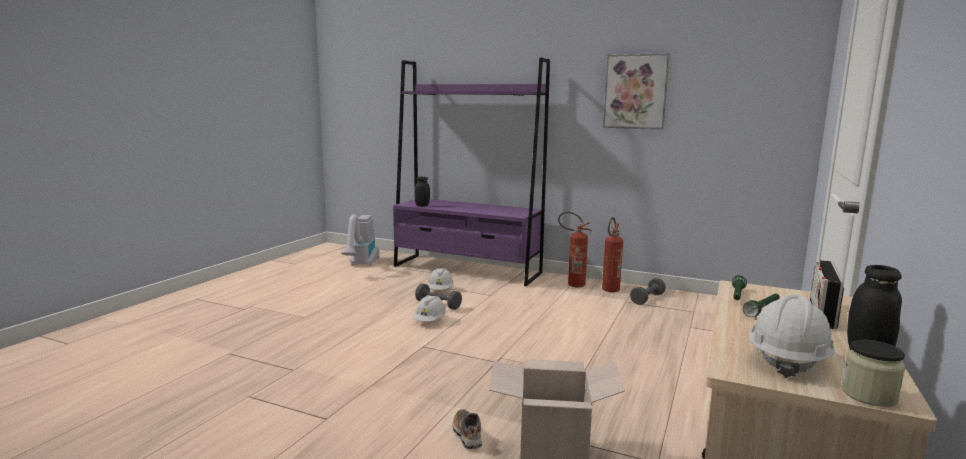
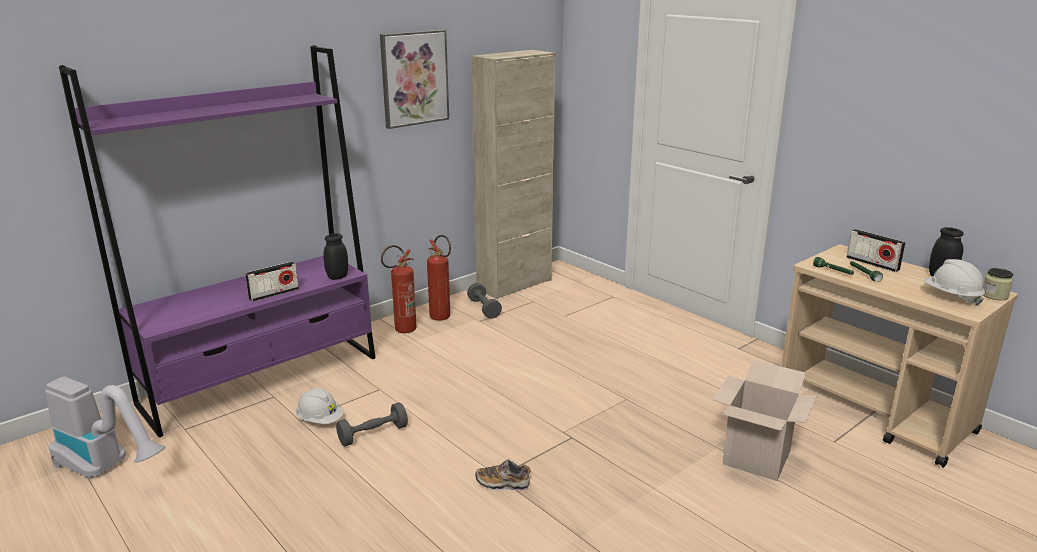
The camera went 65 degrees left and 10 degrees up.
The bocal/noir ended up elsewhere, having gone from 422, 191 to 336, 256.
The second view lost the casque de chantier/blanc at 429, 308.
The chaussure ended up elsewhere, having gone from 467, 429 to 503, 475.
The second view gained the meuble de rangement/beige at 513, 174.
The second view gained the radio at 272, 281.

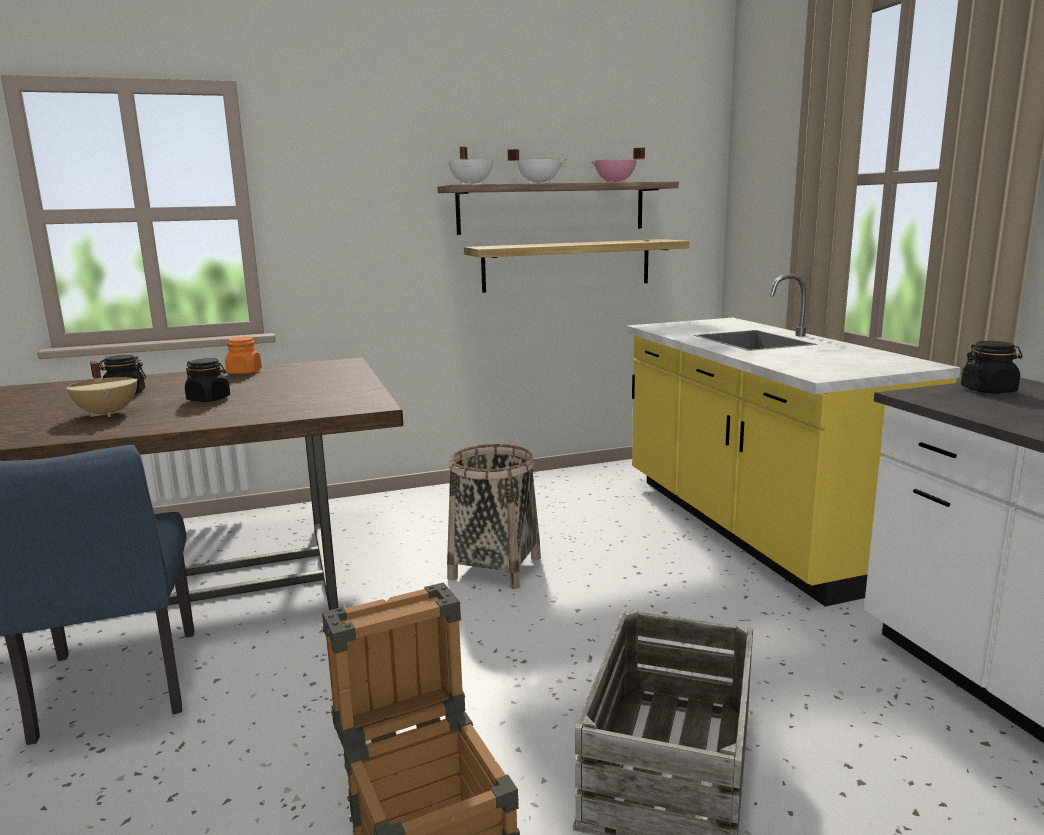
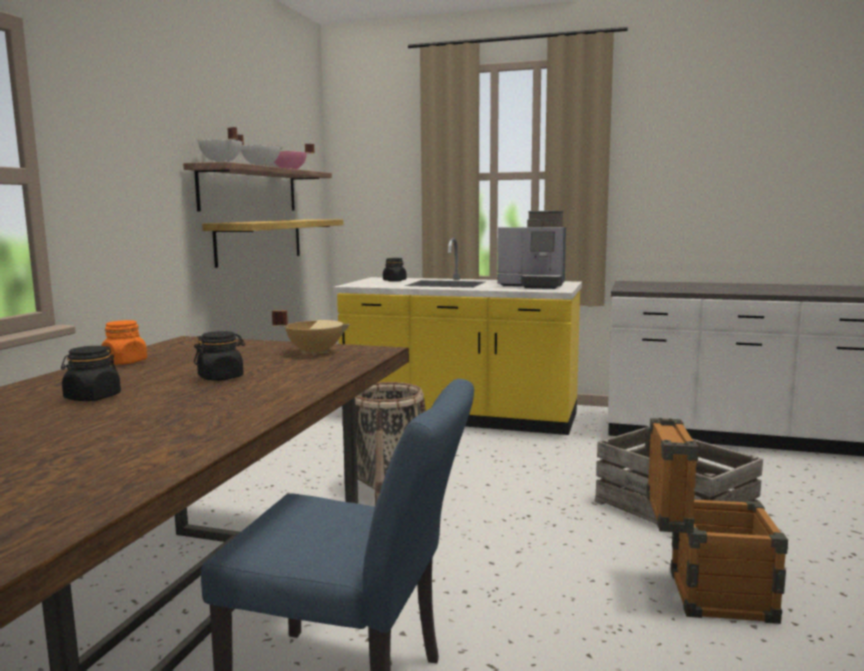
The camera went 55 degrees left and 5 degrees down.
The bocal/noir ended up elsewhere, having gone from 992, 367 to 395, 270.
The marmite/beige ended up elsewhere, having gone from 101, 389 to 311, 333.
The second view gained the machine à café at 532, 250.

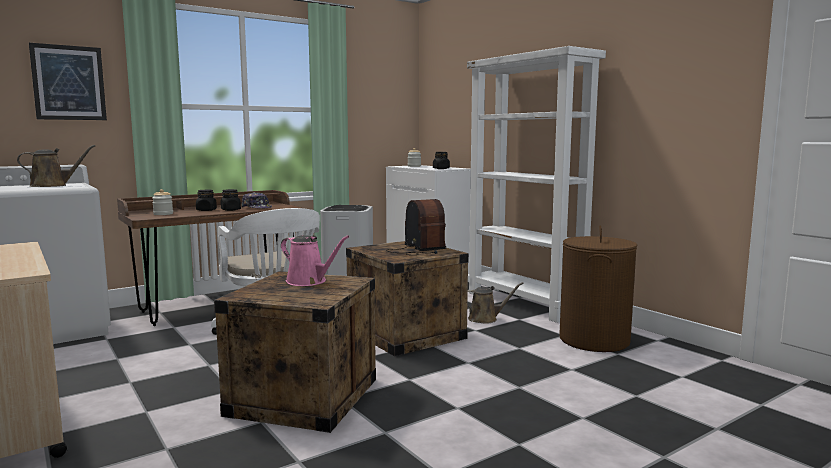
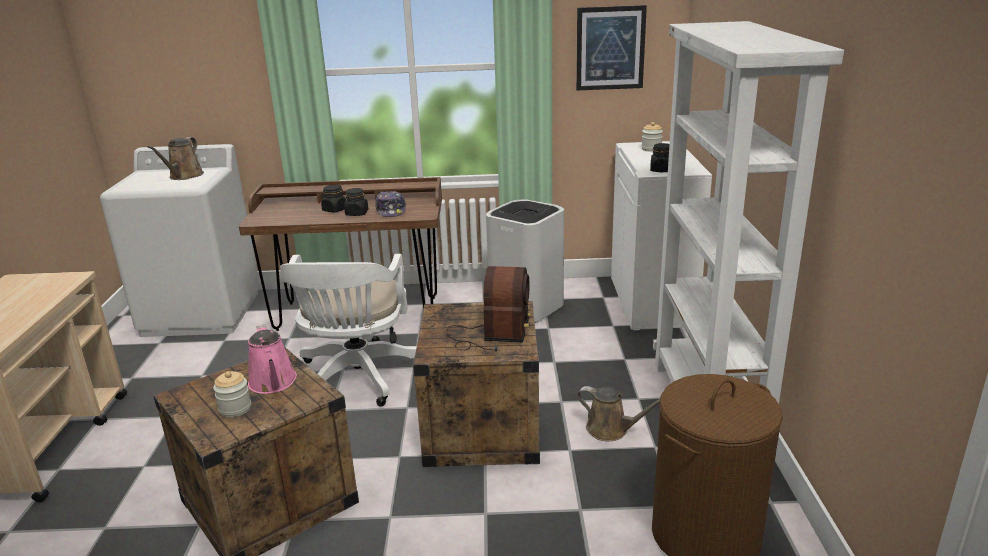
The camera went 35 degrees right and 15 degrees up.
The tableau ended up elsewhere, having gone from 68, 81 to 611, 47.
The arrosoir/marron at 56, 166 ended up facing another way, 90 degrees clockwise from before.
The bocal ended up elsewhere, having gone from 162, 202 to 232, 394.

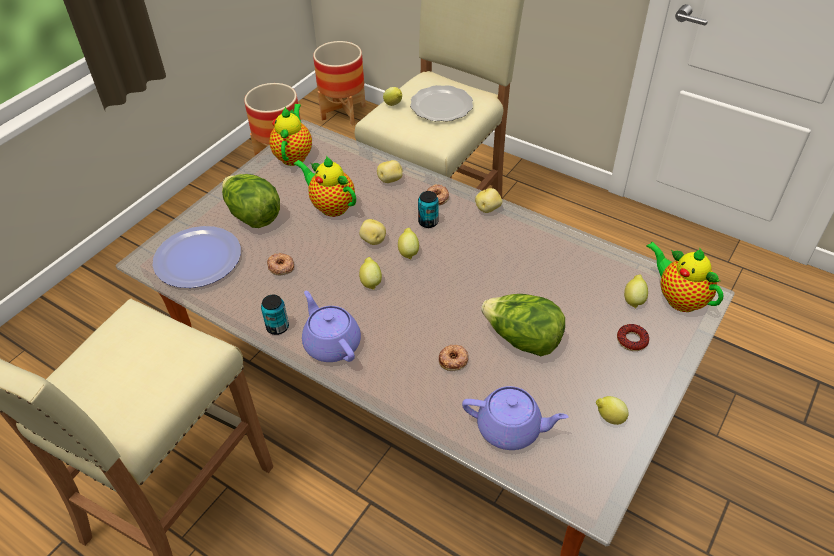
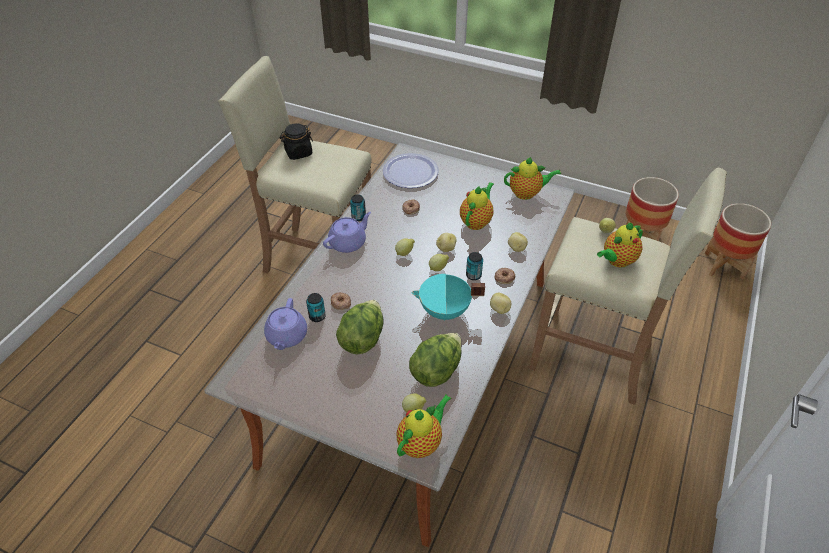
The camera went 80 degrees right and 0 degrees up.
Where the assiette stood at 441, 103, the théière came to stand at 620, 245.
The laitue ended up elsewhere, having gone from 251, 201 to 435, 360.
The second view lost the beignet at 633, 337.
The second view lost the citron at 612, 410.
The second view gained the bocal/noir at 296, 141.
The second view gained the marmite/turquoise at 448, 297.
The second view gained the boîte métallique at 316, 307.

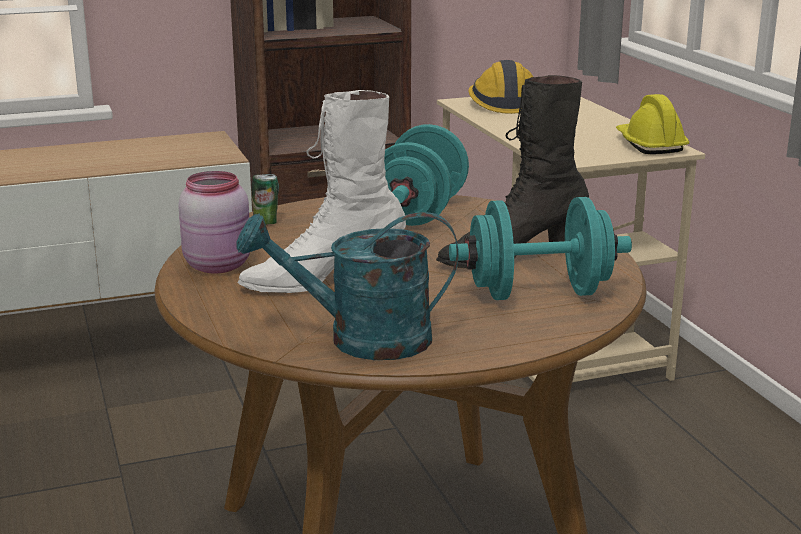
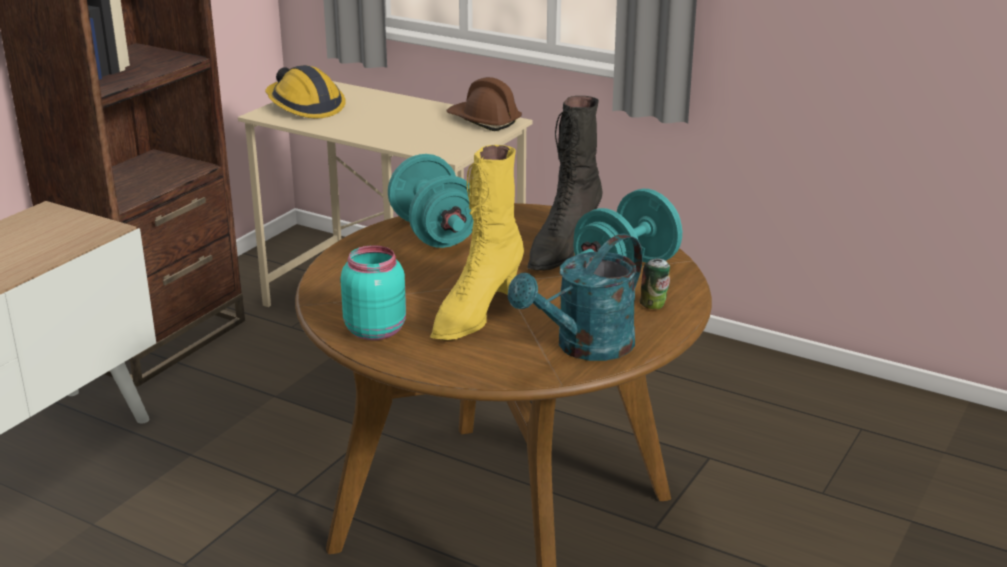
The camera went 40 degrees left and 5 degrees up.
What was the botte/blanc at 321, 191 turned into the botte/jaune at 477, 242.
What was the casque de chantier/jaune at 652, 124 turned into the casque de chantier/marron at 484, 104.
What was the bocal/rose at 214, 222 turned into the bocal/turquoise at 373, 292.
The boîte métallique ended up elsewhere, having gone from 265, 199 to 655, 283.

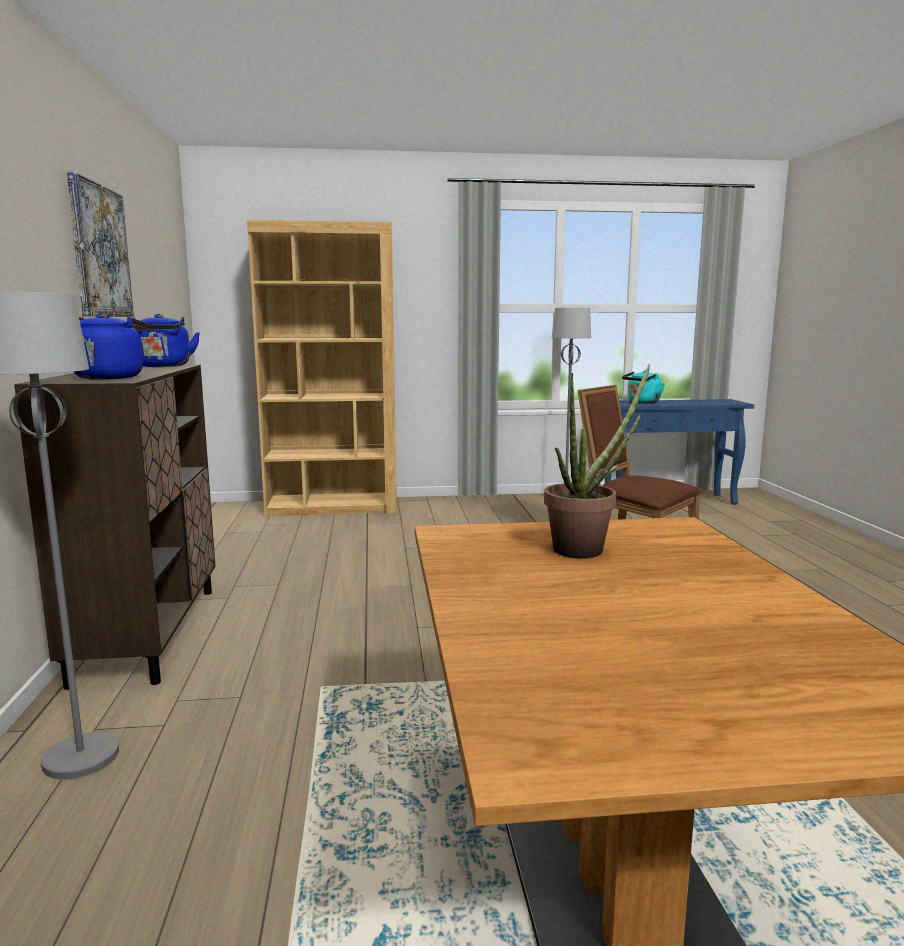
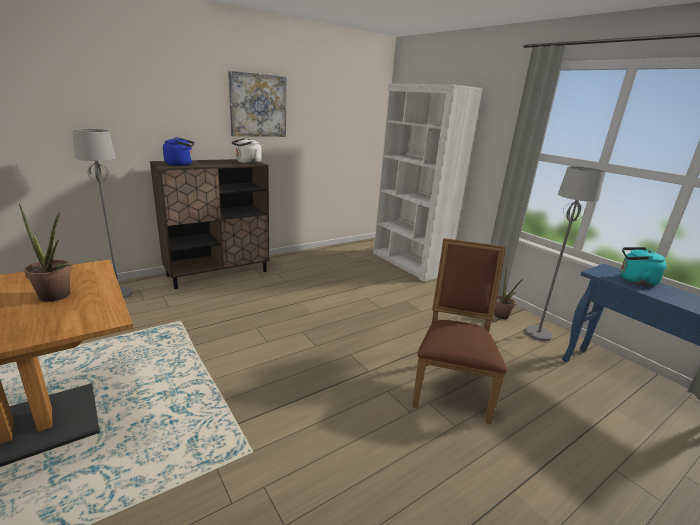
The camera went 60 degrees right and 10 degrees up.
What was the bibliothèque/marron at 322, 368 turned into the bibliothèque/blanc at 428, 182.
What was the bouilloire/bleu at 166, 340 turned into the bouilloire/blanc at 247, 151.
The second view gained the plante en pot at 508, 293.

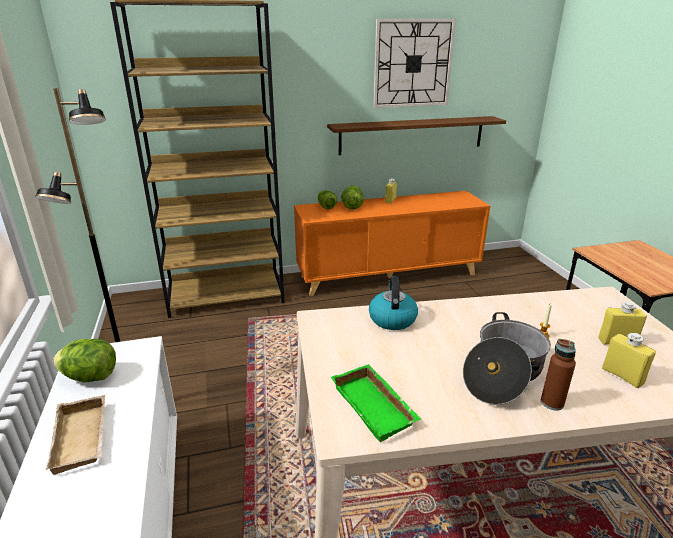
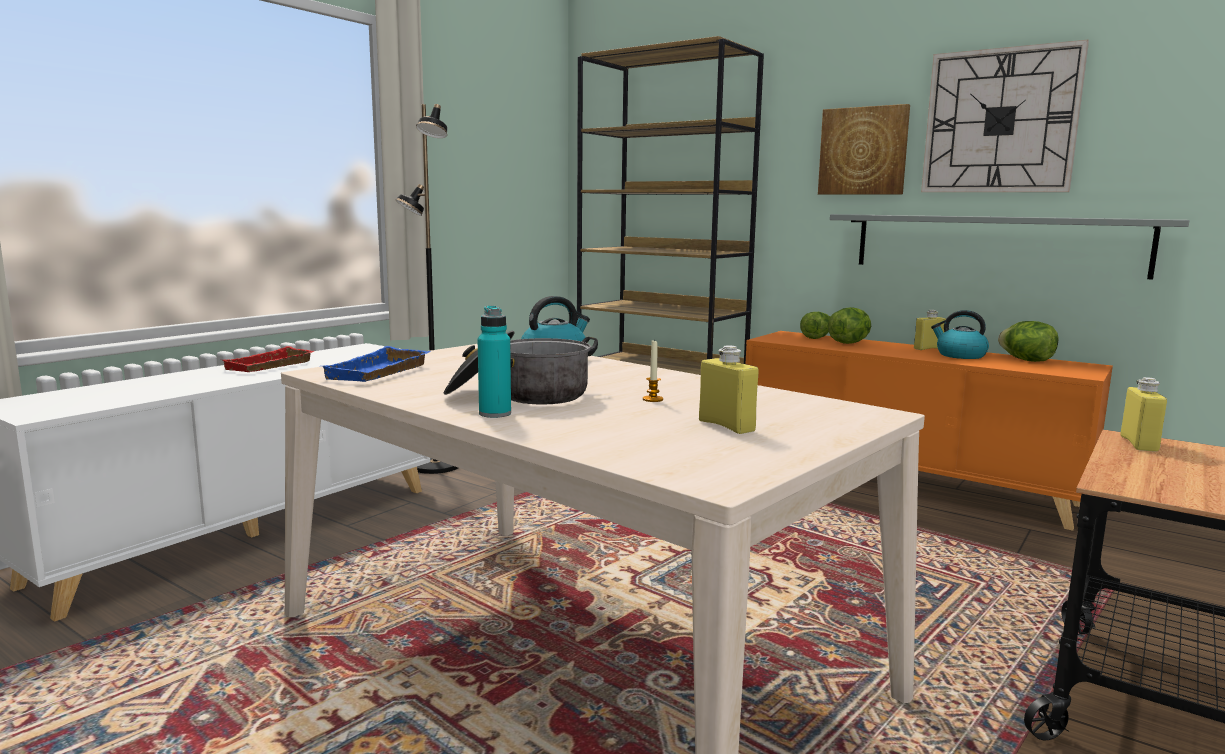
The camera went 50 degrees right and 15 degrees down.
What was the étagère/marron at 416, 135 turned into the étagère/gris at 1010, 247.
The bouteille/jaune ended up elsewhere, having gone from 629, 360 to 1143, 414.
The laitue ended up elsewhere, having gone from 84, 360 to 1028, 341.
What was the bouteille/marron at 558, 375 turned into the bouteille/turquoise at 494, 361.
What was the plateau/vert at 376, 403 turned into the plateau/bleu at 377, 364.
What was the plateau/beige at 75, 435 turned into the plateau/rouge at 268, 359.
The second view gained the tableau at 864, 149.
The second view gained the bouilloire at 960, 334.

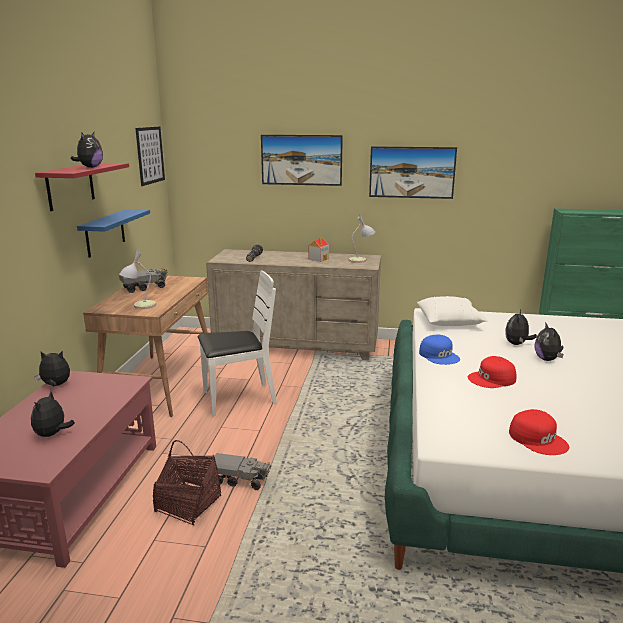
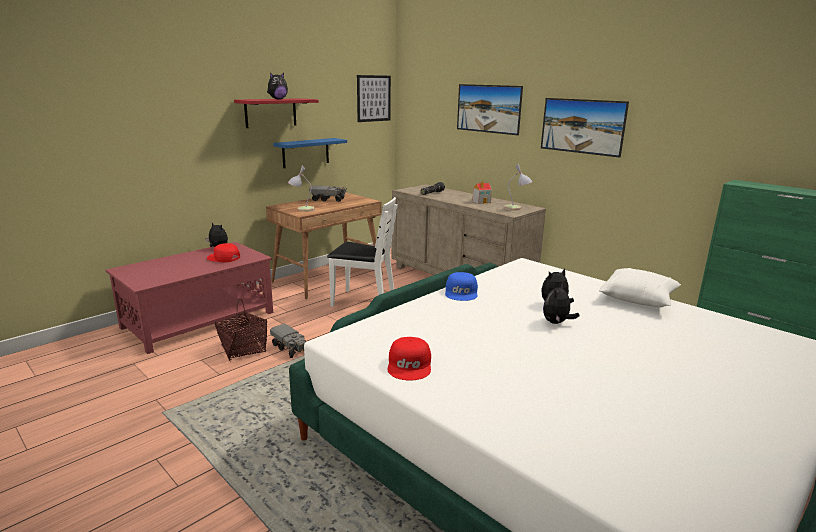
The camera went 35 degrees right and 0 degrees up.
The coussin/blanc ended up elsewhere, having gone from 452, 311 to 640, 287.
The casquette/rouge ended up elsewhere, having gone from 492, 372 to 223, 252.
The second view lost the peluche at 53, 413.

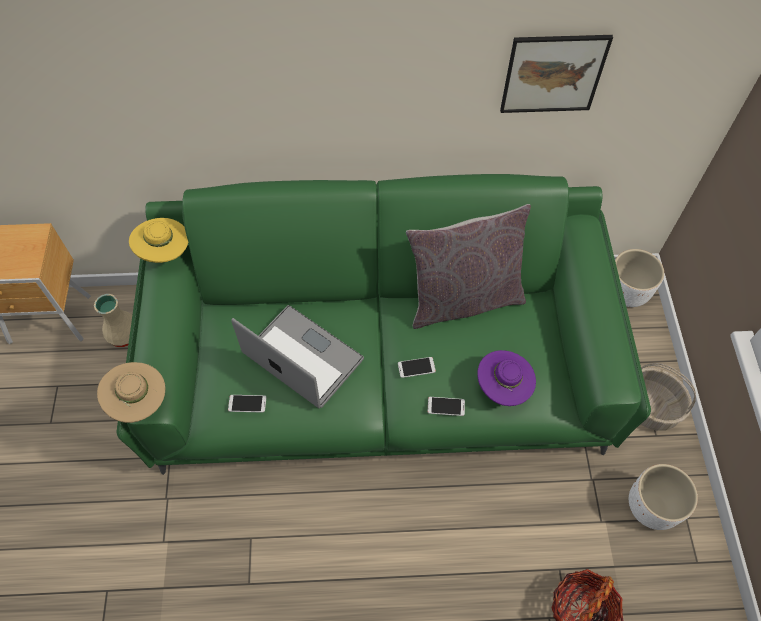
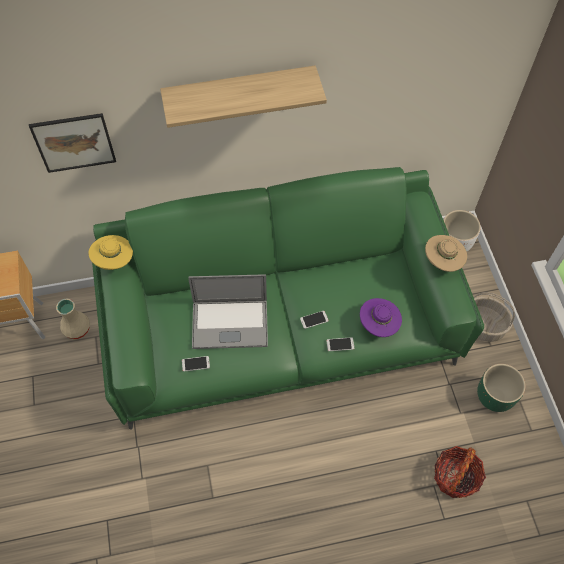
The camera went 10 degrees left and 0 degrees up.
The tableau ended up elsewhere, having gone from 556, 74 to 72, 143.
The second view lost the coussin/gris at 468, 266.
The ordinateur portable at 297, 356 ended up facing another way, 150 degrees clockwise from before.
The chapeau/beige ended up elsewhere, having gone from 131, 392 to 446, 253.
What was the cache-pot/blanc at 663, 497 turned into the cache-pot/vert at 501, 388.
The second view gained the étagère at 243, 97.

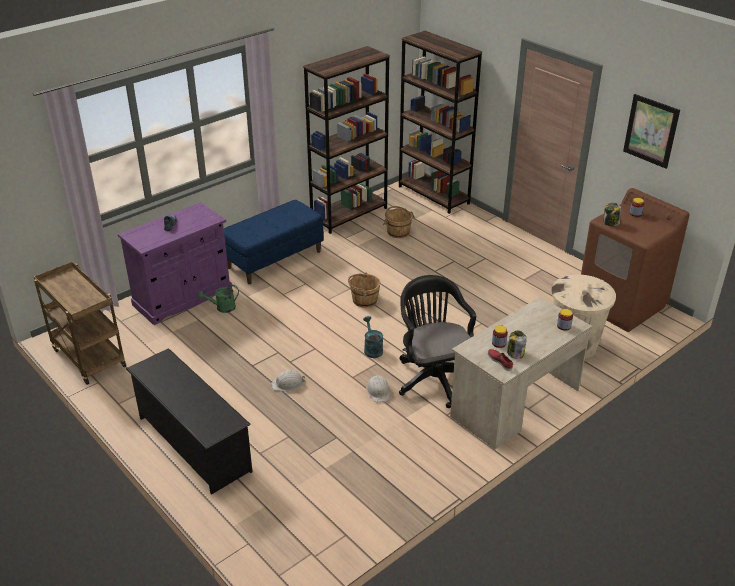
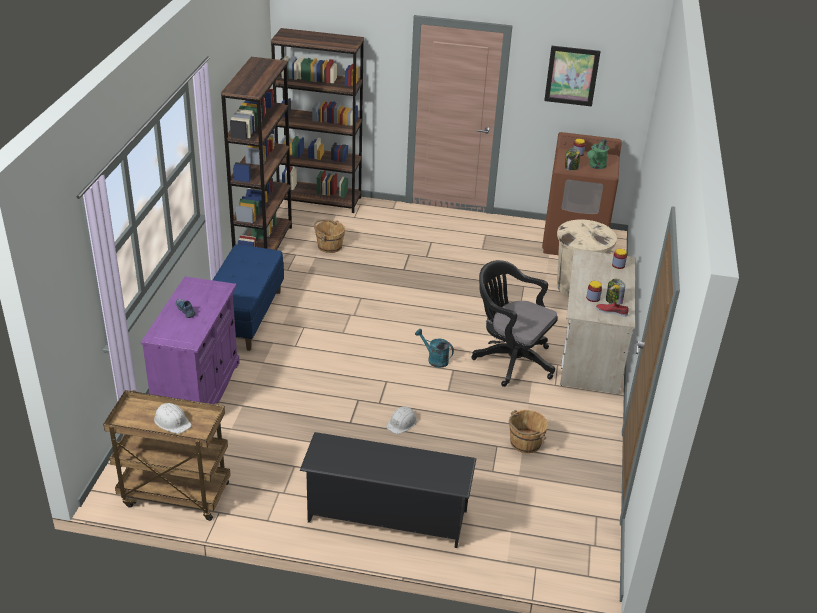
The camera went 40 degrees left and 0 degrees up.
The seau/marron ended up elsewhere, having gone from 364, 290 to 528, 431.
The arrosoir/vert ended up elsewhere, having gone from 218, 299 to 598, 154.
The casque de chantier/blanc ended up elsewhere, having gone from 378, 389 to 172, 418.

